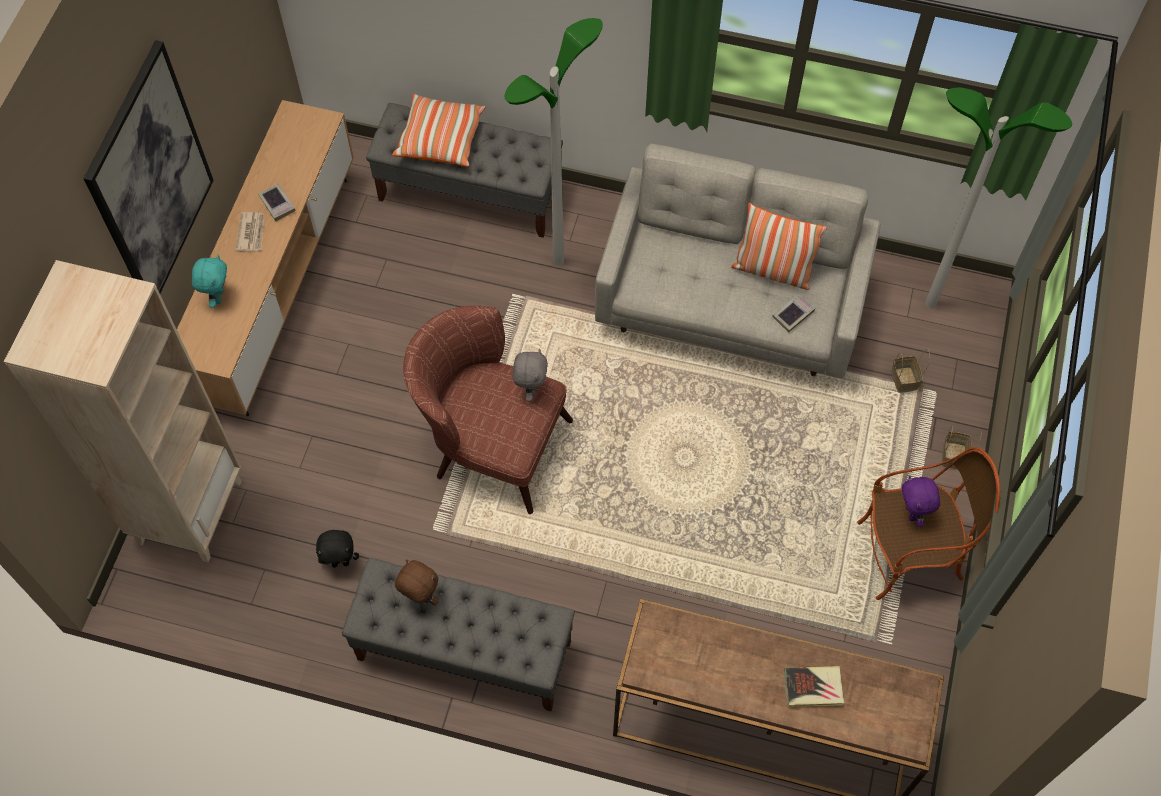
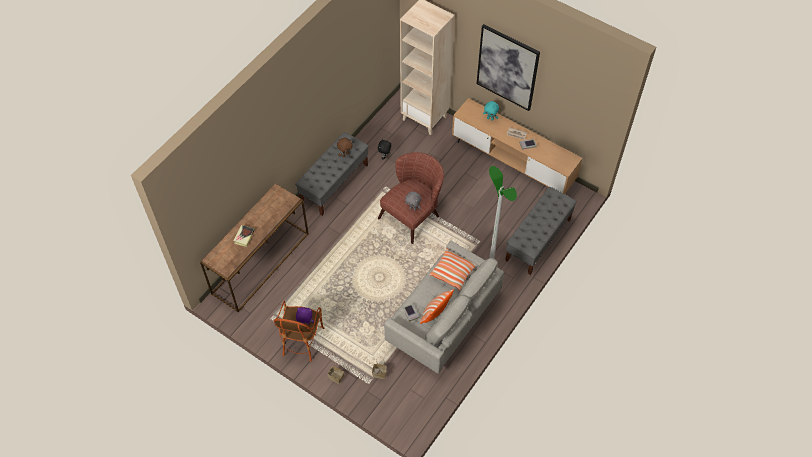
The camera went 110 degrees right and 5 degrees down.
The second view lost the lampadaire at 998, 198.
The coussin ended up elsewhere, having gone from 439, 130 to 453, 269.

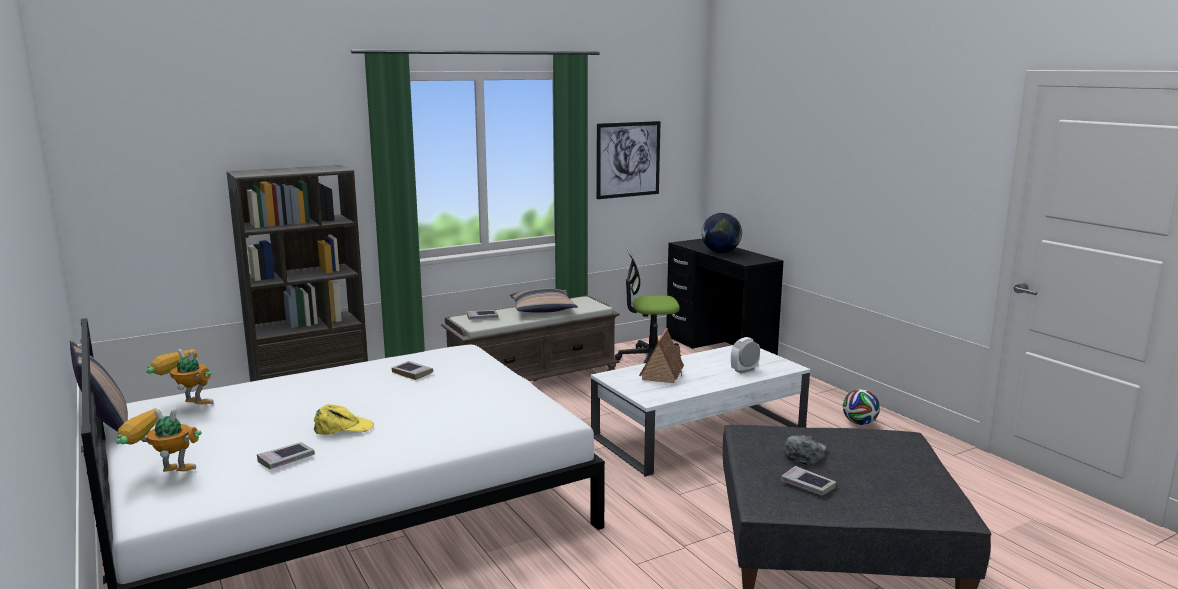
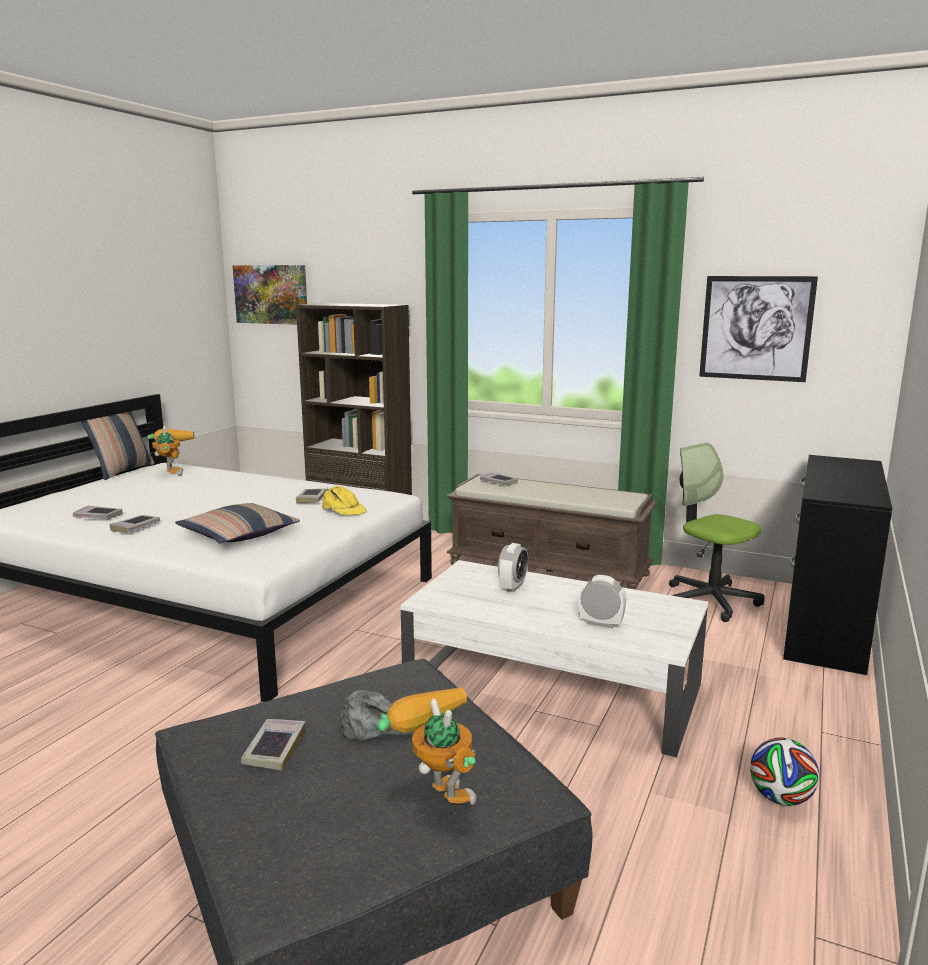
The camera went 55 degrees right and 0 degrees up.
The second view lost the globe at 721, 233.
The coussin ended up elsewhere, having gone from 543, 300 to 237, 523.
Where the maison miniature stood at 661, 355, the réveil came to stand at 513, 567.
The casquette/jaune ended up elsewhere, having gone from 344, 419 to 344, 500.
The robot jouet ended up elsewhere, having gone from 159, 440 to 427, 746.
The second view gained the tableau at 270, 295.
The second view gained the livre at 134, 524.

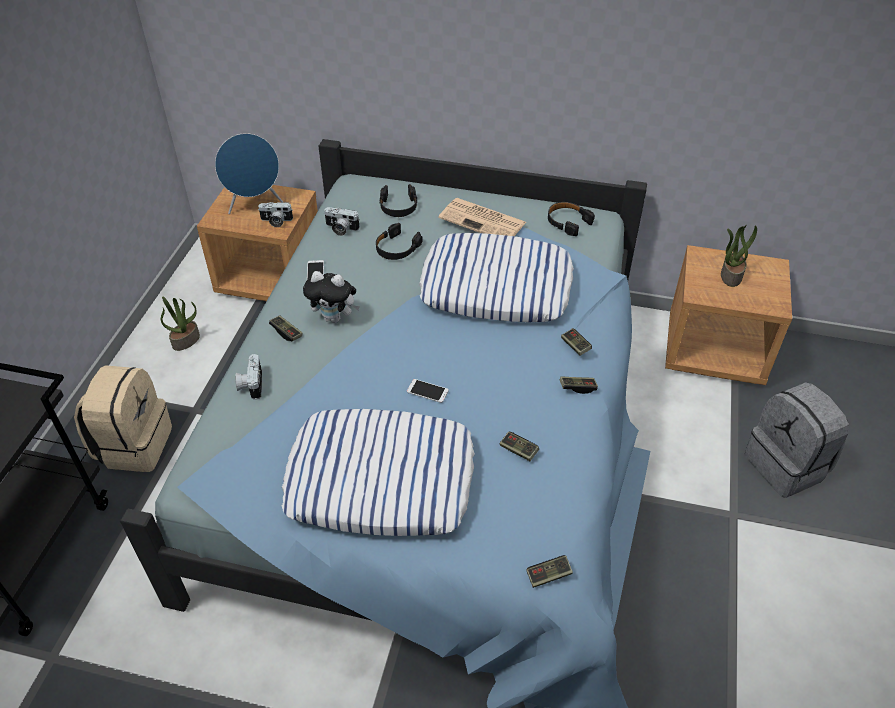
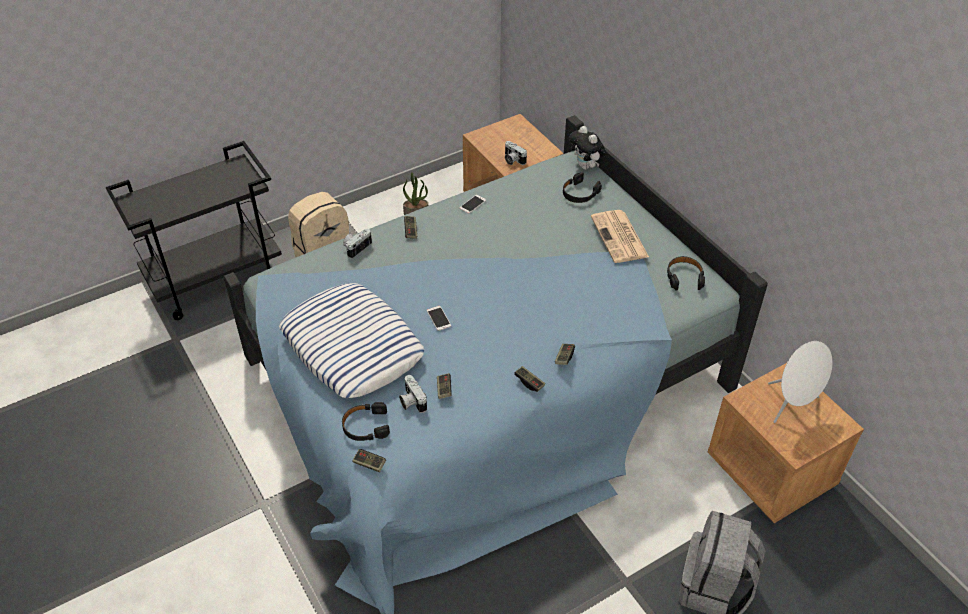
The camera went 45 degrees right and 0 degrees up.
The second view lost the enceinte/bleu at 249, 173.
The appareil photo ended up elsewhere, having gone from 342, 221 to 413, 394.
The casque audio/noir ended up elsewhere, having gone from 399, 241 to 366, 421.
Where the plante en pot stood at 739, 256, the enceinte/blanc came to stand at 800, 382.
The second view lost the coussin at 496, 277.
The peluche ended up elsewhere, having gone from 331, 297 to 588, 148.

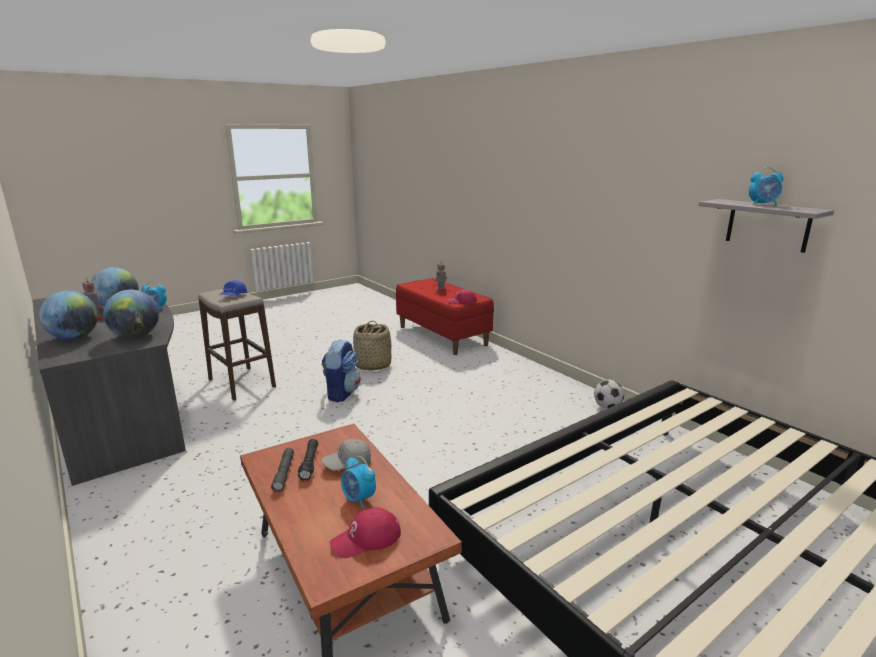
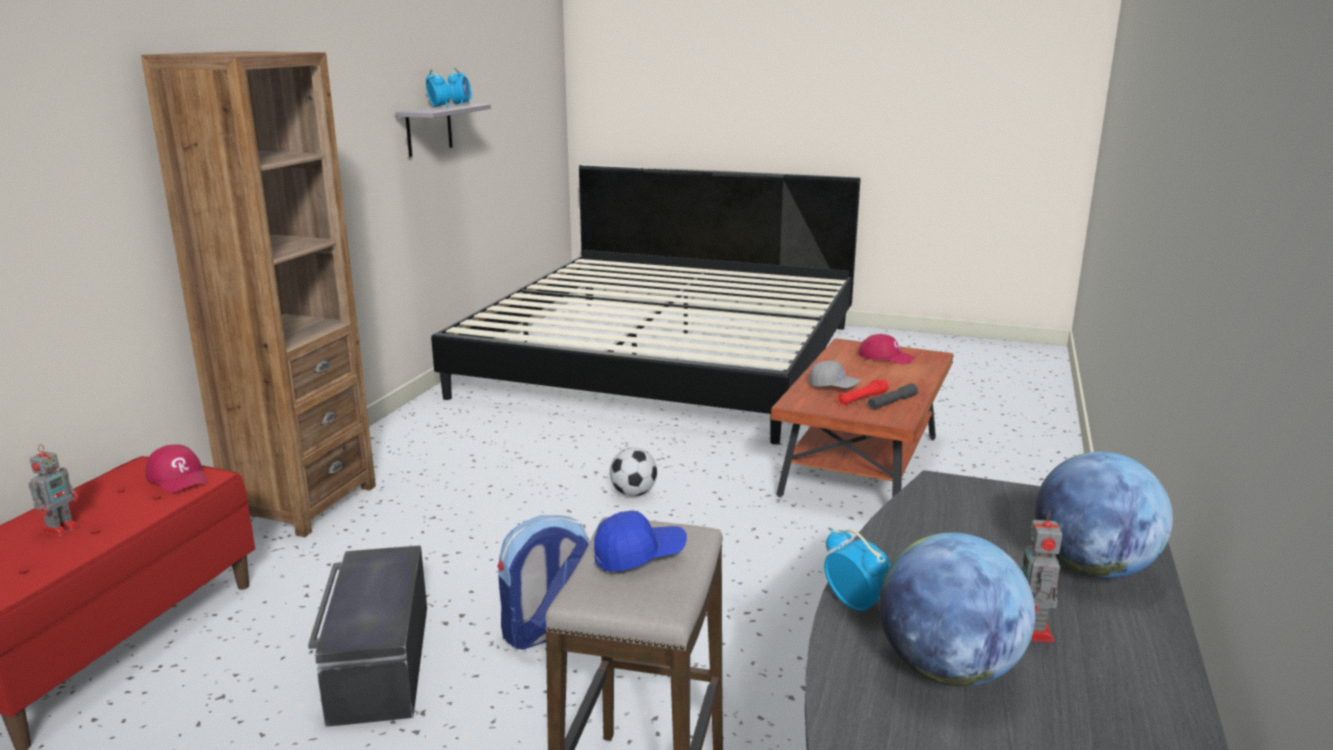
The camera went 125 degrees left and 0 degrees up.
The second view lost the globe at 131, 314.
Where the panier stood at 372, 345, the boîte de rangement/noir came to stand at 367, 636.
The ballon de foot ended up elsewhere, having gone from 609, 394 to 633, 471.
What was the lampe de poche/noir at 308, 460 turned into the lampe de poche/rouge at 863, 392.
The réveil ended up elsewhere, having gone from 358, 482 to 460, 87.
The second view gained the bibliothèque/marron at 258, 294.

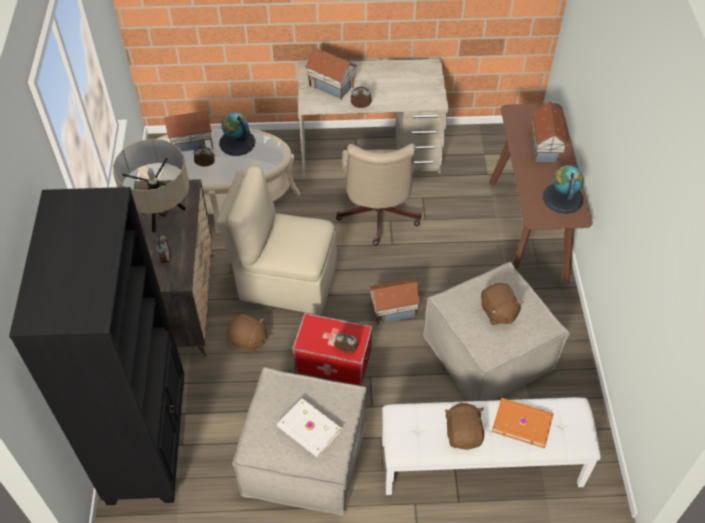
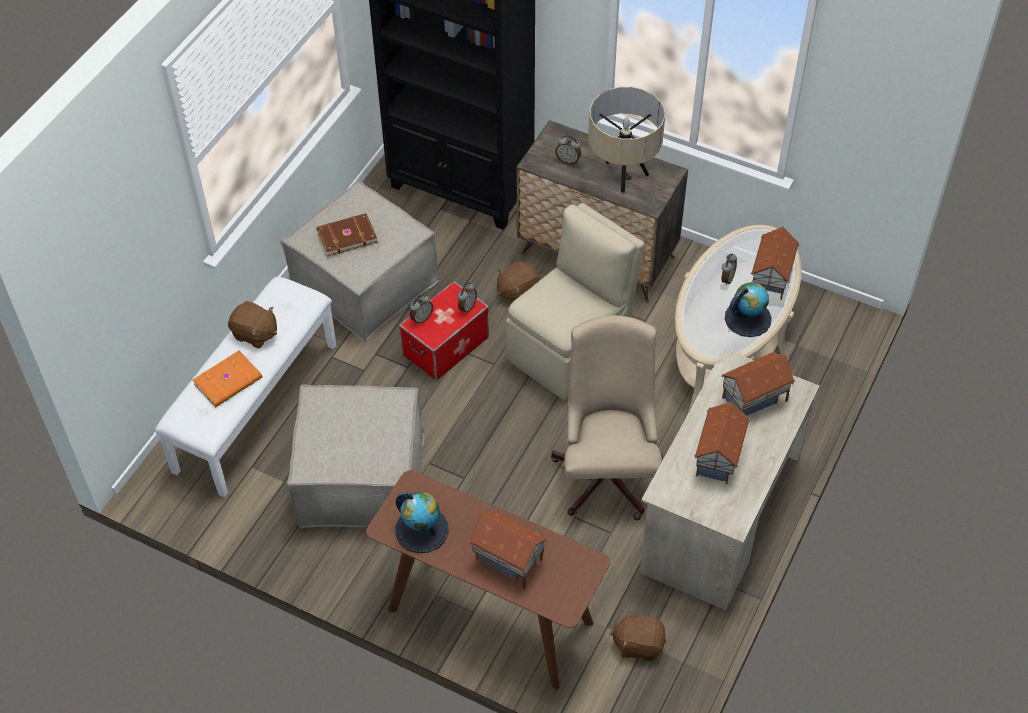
The camera went 120 degrees right and 0 degrees up.
The réveil ended up elsewhere, having gone from 361, 97 to 467, 298.
The chaise de bureau/beige at 378, 195 ended up facing another way, 60 degrees clockwise from before.
The maison miniature ended up elsewhere, having gone from 394, 302 to 722, 443.
The peluche/marron ended up elsewhere, having gone from 502, 304 to 638, 635.
What was the livre/blanc at 309, 428 turned into the livre/marron at 347, 235.

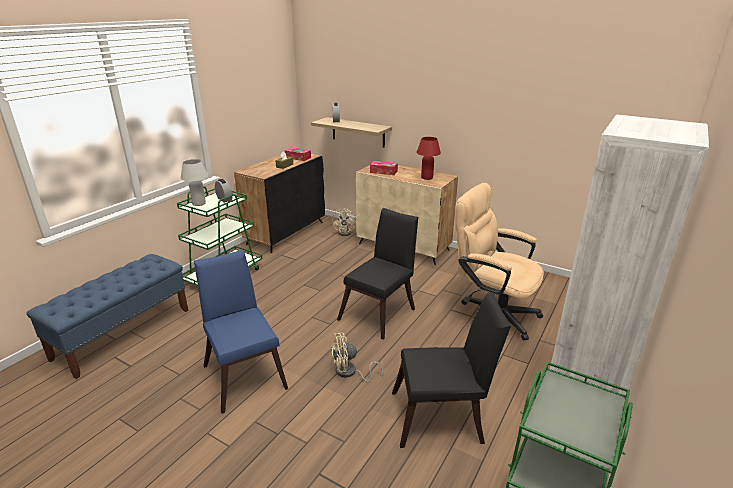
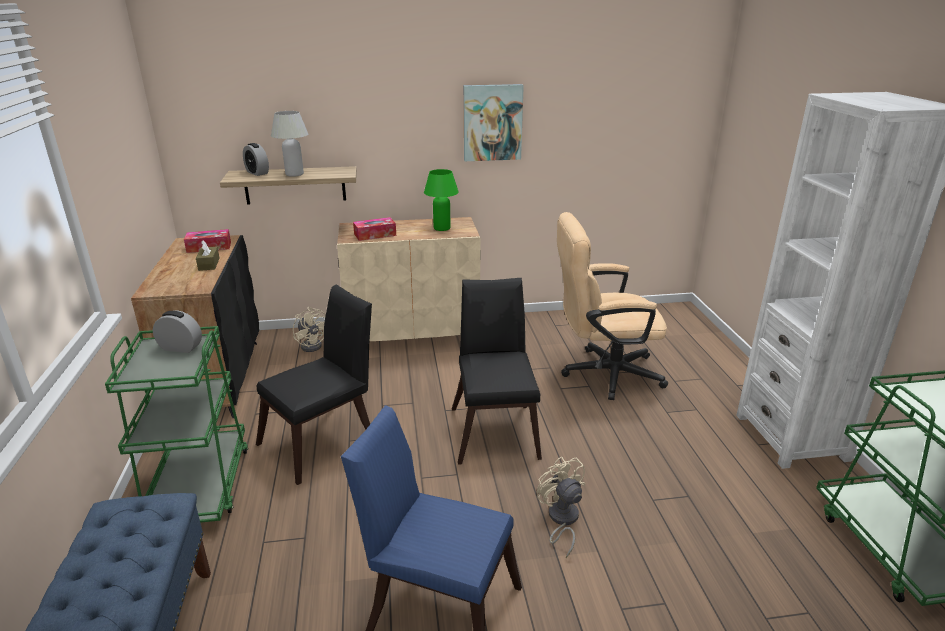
The camera went 40 degrees left and 0 degrees up.
What was the lampe de table/rouge at 428, 158 turned into the lampe de table/vert at 441, 200.
The lampe de table/blanc ended up elsewhere, having gone from 194, 182 to 289, 144.
The chaise/noir ended up elsewhere, having gone from 451, 370 to 314, 384.
The ventilateur/beige at 357, 357 ended up facing another way, 120 degrees clockwise from before.
The second view gained the tableau at 494, 122.

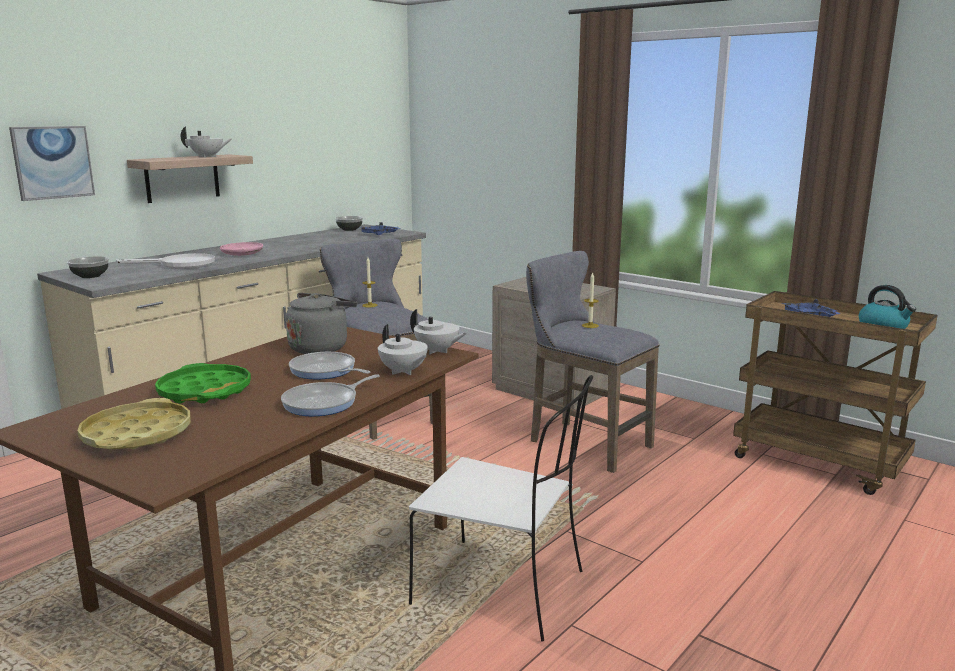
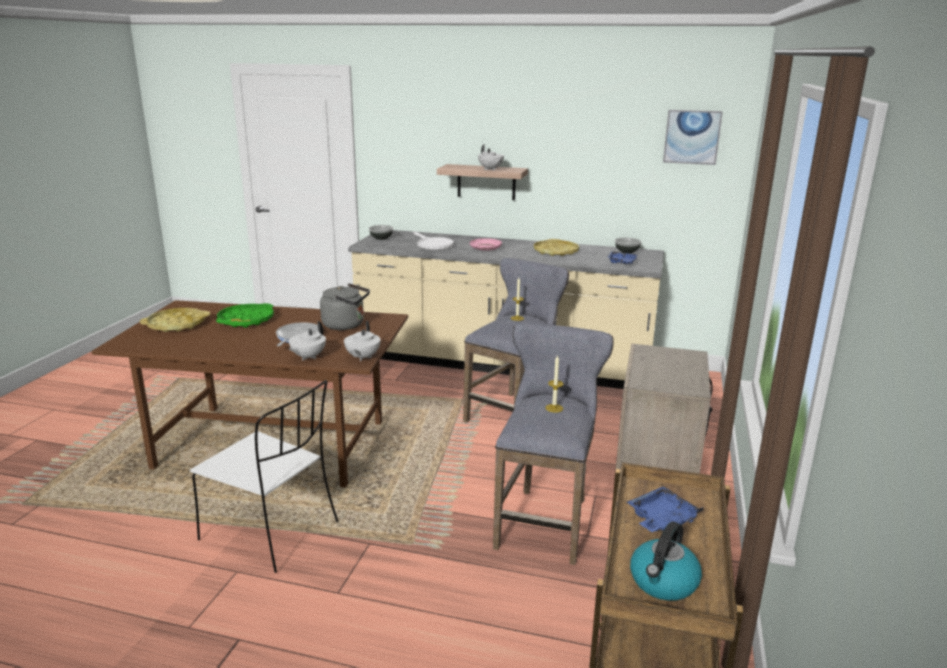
The camera went 65 degrees right and 5 degrees up.
The tableau ended up elsewhere, having gone from 52, 163 to 693, 137.
The second view lost the poêle at 330, 395.
The chaise/blanc at 501, 508 ended up facing another way, 60 degrees counterclockwise from before.
The second view gained the plateau/jaune at 556, 247.

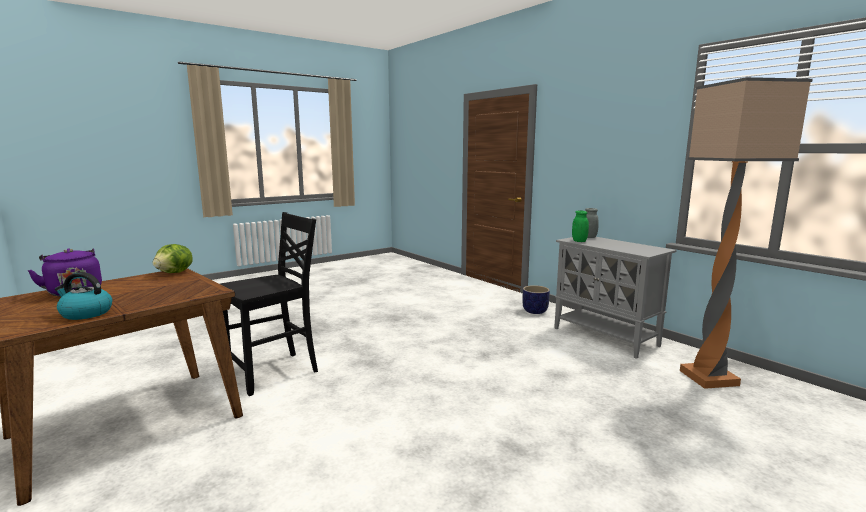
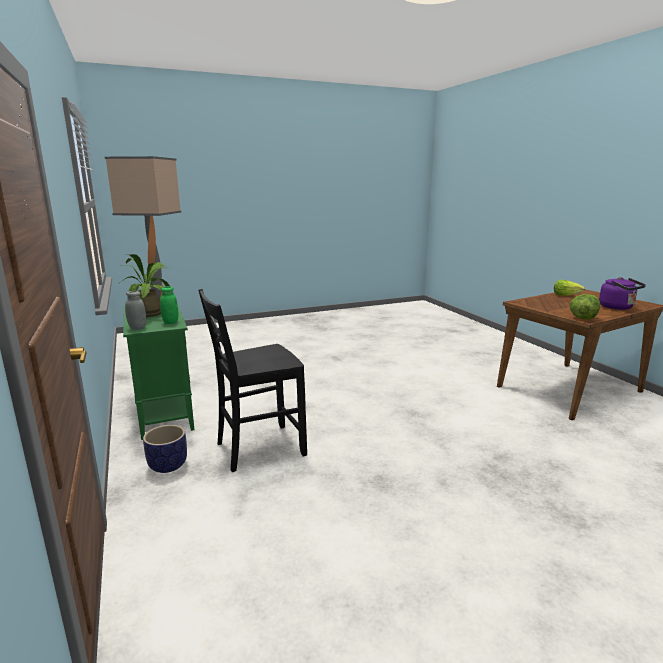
The camera went 165 degrees left and 5 degrees up.
The chaise/noir ended up elsewhere, having gone from 269, 304 to 252, 380.
What was the meuble de rangement/gris at 615, 298 turned into the meuble de rangement/vert at 159, 372.
Where the bouilloire stood at 83, 296, the laitue came to stand at 569, 288.
The second view gained the plante en pot at 145, 285.

